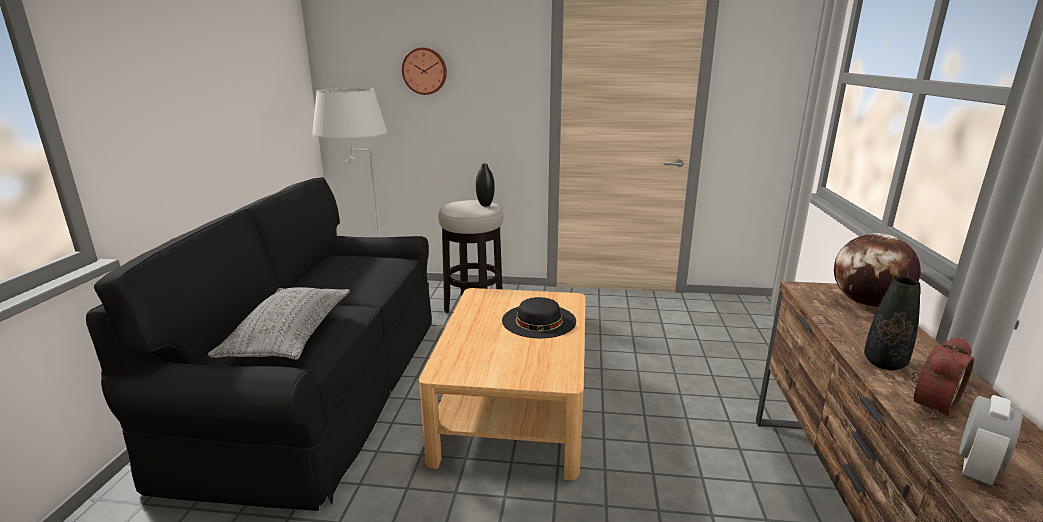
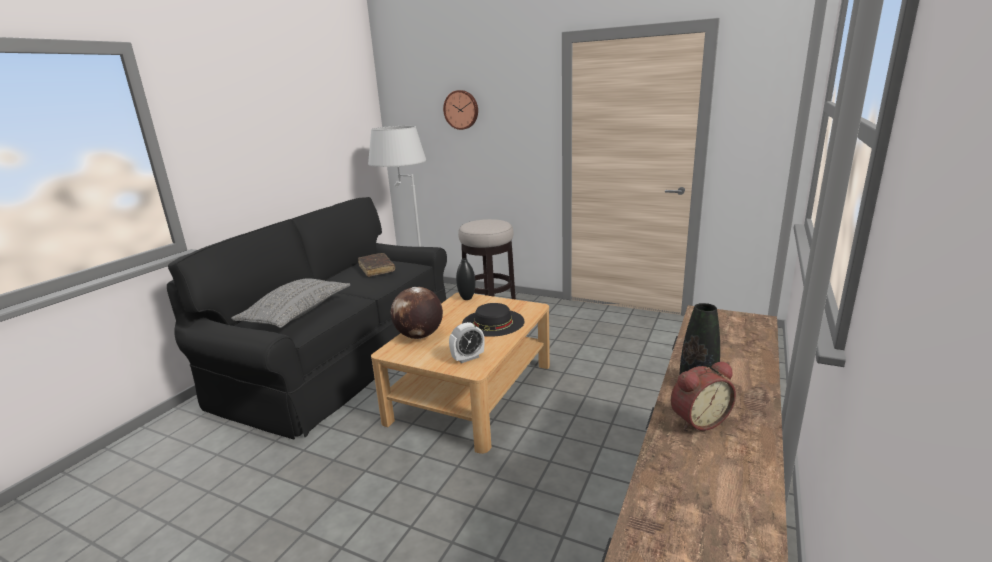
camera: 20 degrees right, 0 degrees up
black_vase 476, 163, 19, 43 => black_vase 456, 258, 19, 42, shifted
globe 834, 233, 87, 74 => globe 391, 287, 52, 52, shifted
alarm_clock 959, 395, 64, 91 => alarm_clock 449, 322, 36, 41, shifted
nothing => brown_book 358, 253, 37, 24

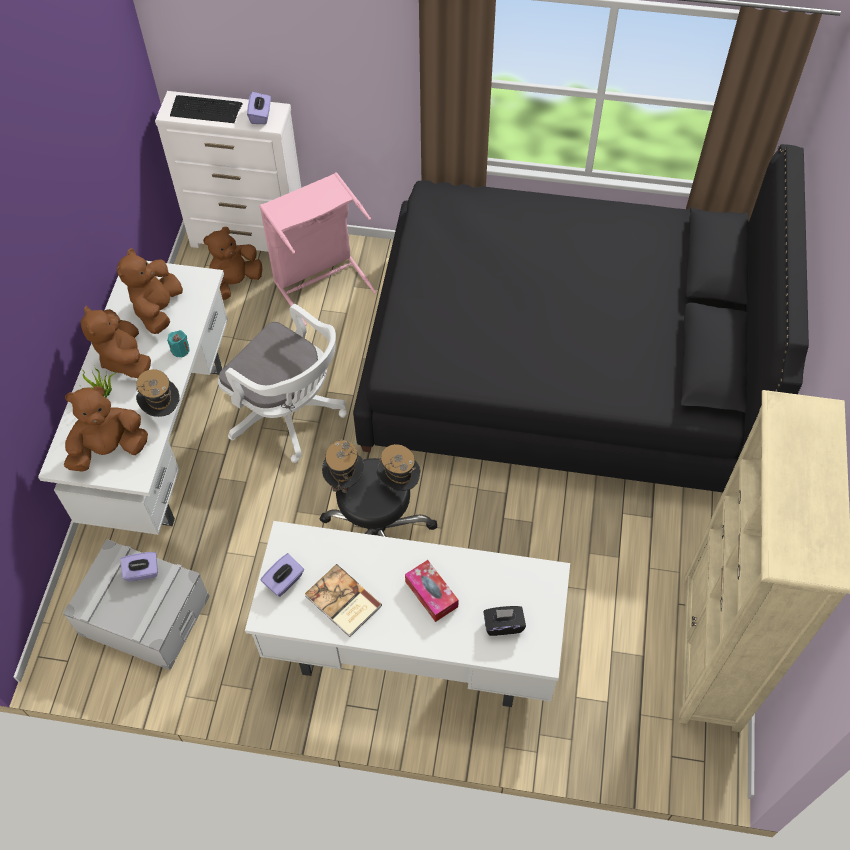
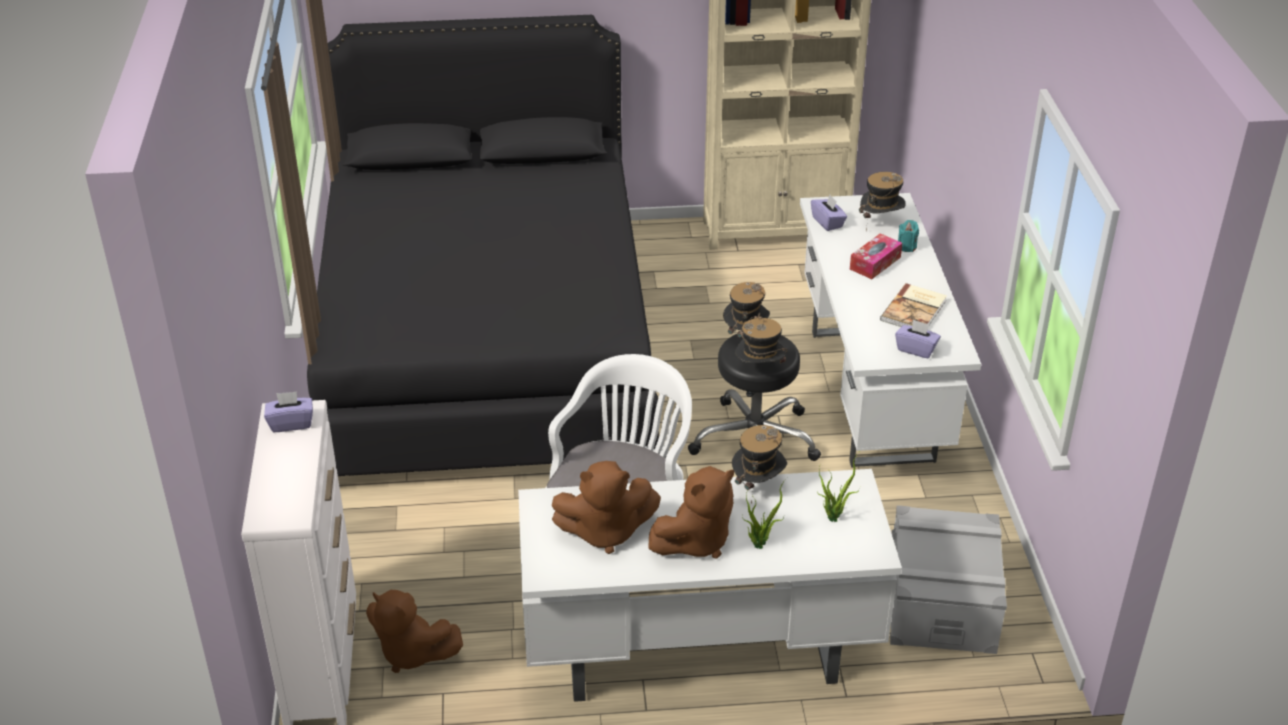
camera: 105 degrees left, 20 degrees down
keyboard 170, 95, 73, 28 => nothing
pink_laundry_basket 259, 172, 117, 154 => nothing
turquoise_candle 167, 330, 23, 28 => turquoise_candle 898, 220, 21, 32, shifted
brown_plush_toy 64, 386, 84, 86 => potted_plant 817, 452, 43, 70
purple_tissue_box 120, 552, 38, 29 => purple_tissue_box 811, 195, 36, 36, shifted
black_tissue_box 484, 606, 42, 30 => hat 859, 172, 47, 59

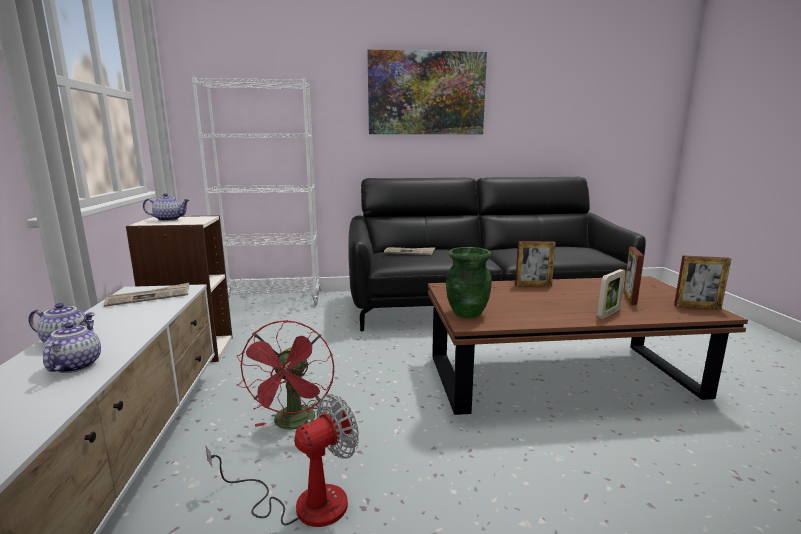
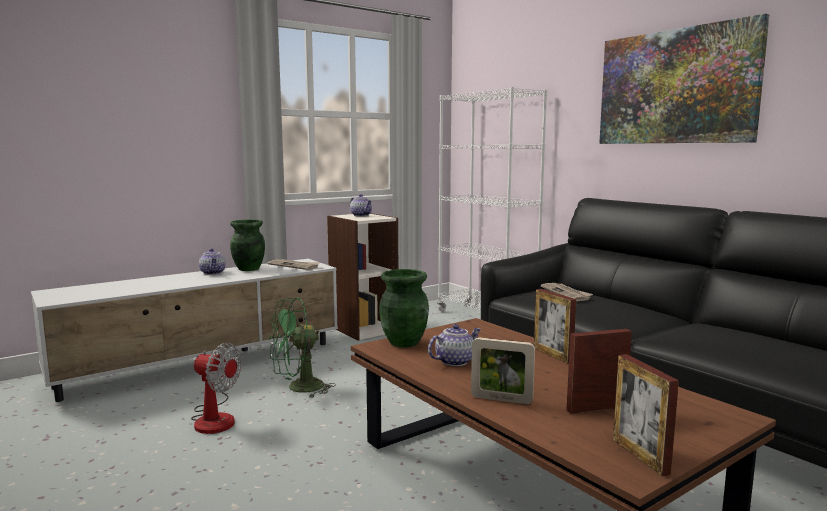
camera: 60 degrees right, 5 degrees down
teapot 43, 320, 58, 53 => teapot 428, 324, 53, 42, shifted
red_fan 237, 320, 97, 110 => green_fan 269, 297, 67, 101
nothing => green_vase 230, 219, 35, 52

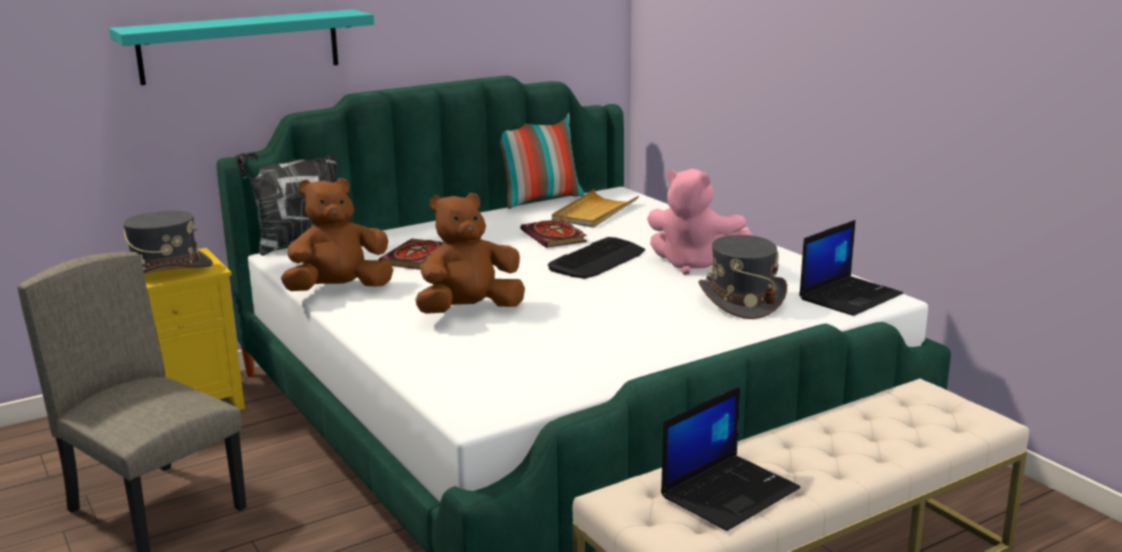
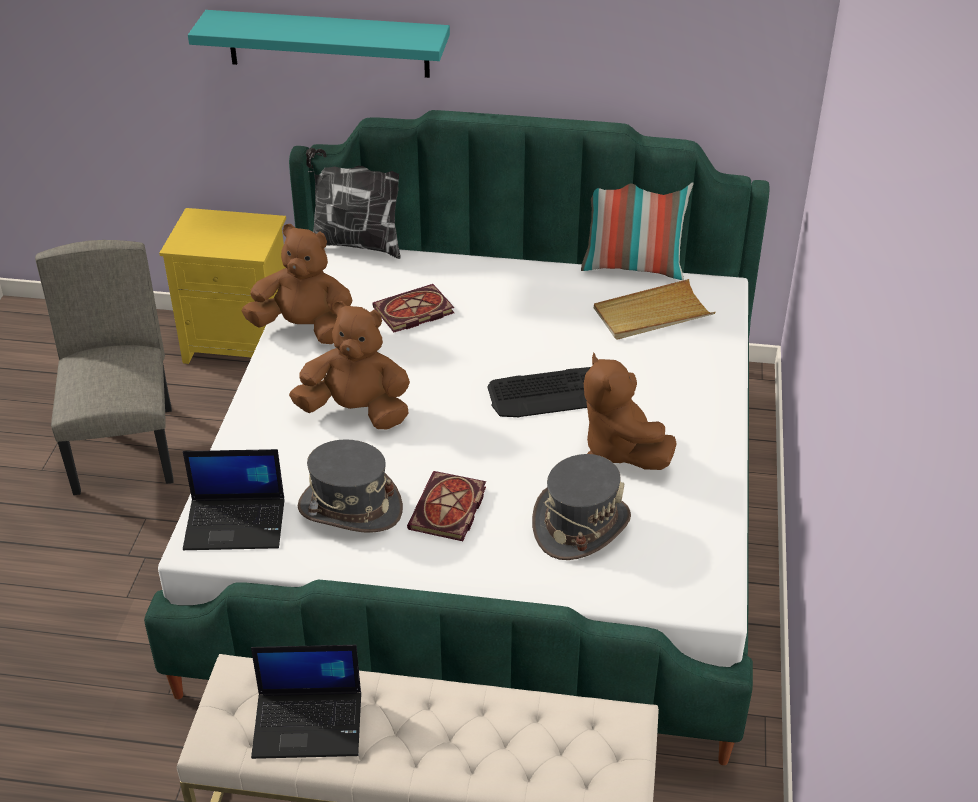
camera: 40 degrees right, 20 degrees up
pink_plush_toy 647, 169, 106, 106 => brown_plush_toy 584, 353, 93, 117
grey_hat 123, 211, 90, 63 => grey_hat 298, 439, 105, 94, shifted
book 520, 219, 67, 29 => book 407, 471, 79, 70, shifted
laptop 799, 220, 104, 96 => laptop 183, 449, 102, 101, shifted

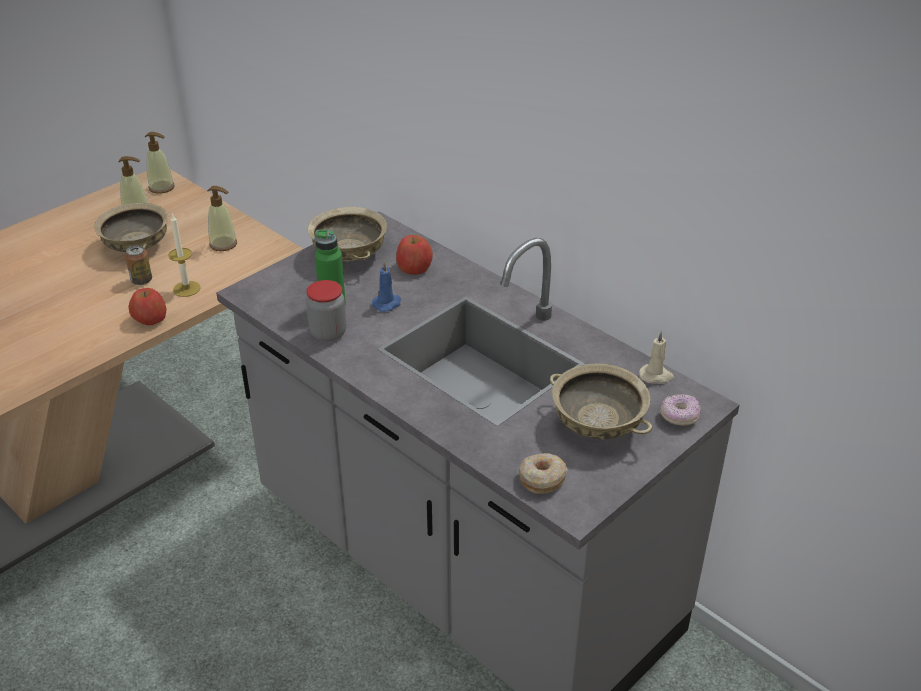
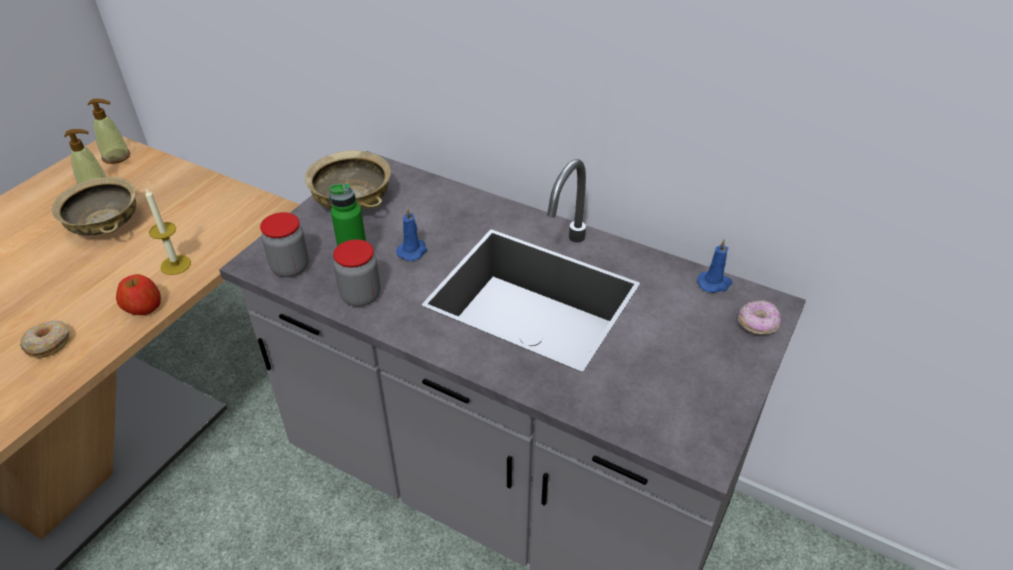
camera: 15 degrees left, 5 degrees up
soap_dispenser 207, 186, 30, 65 => nothing
apple 396, 235, 37, 40 => nothing
can 125, 245, 27, 40 => nothing
beige_candle 639, 331, 35, 53 => blue_candle 697, 239, 35, 54
beige_bowl 550, 363, 102, 77 => nothing
donut 519, 453, 49, 41 => donut 20, 321, 49, 37, shifted
nothing => jar 260, 212, 49, 65

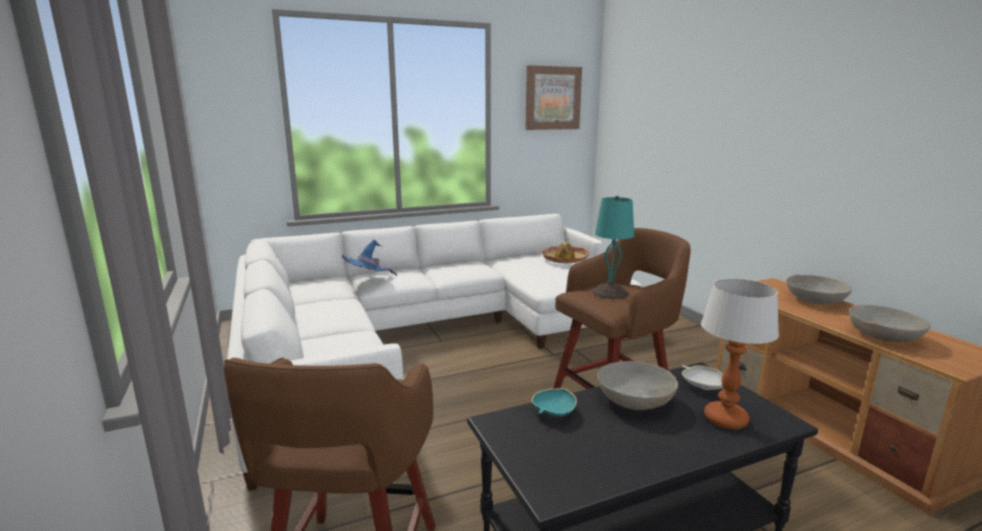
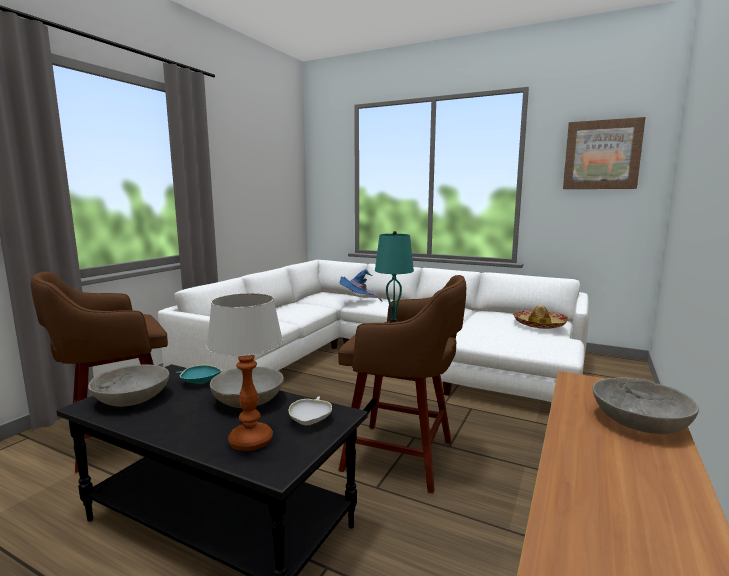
camera: 50 degrees right, 5 degrees down
grey_bowl 849, 305, 82, 37 => grey_bowl 88, 364, 81, 43, shifted

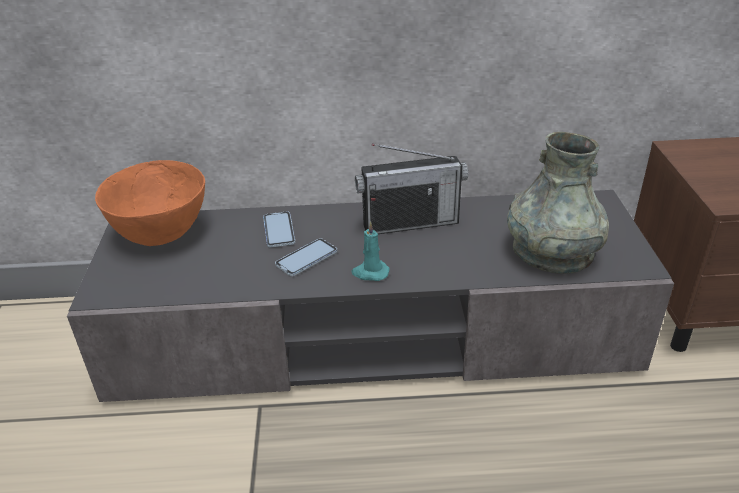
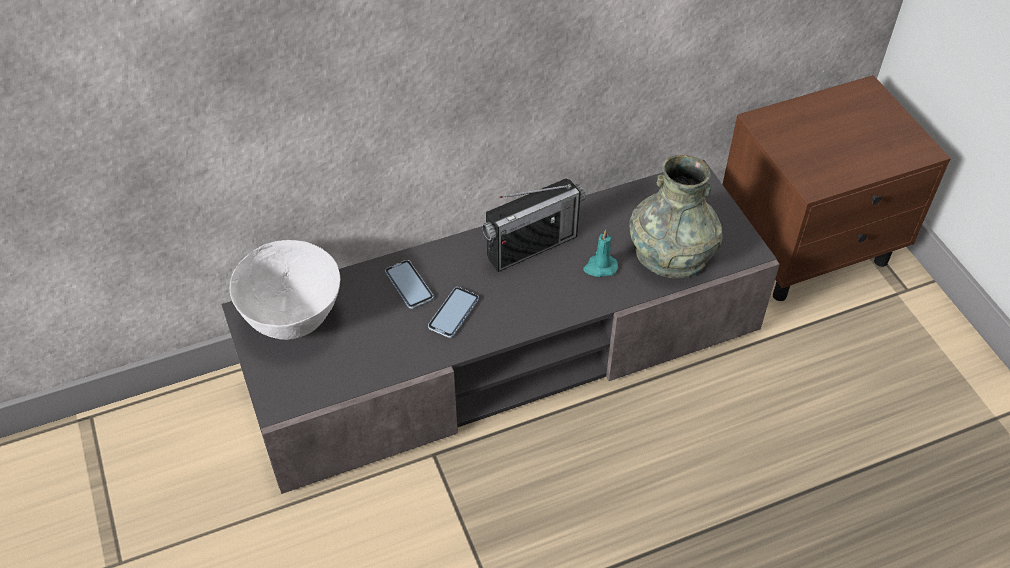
camera: 20 degrees left, 15 degrees up
orange_bowl 95, 160, 110, 86 => white_bowl 230, 240, 110, 100
turquoise_candle 351, 221, 39, 60 => turquoise_candle 583, 229, 35, 48, shifted

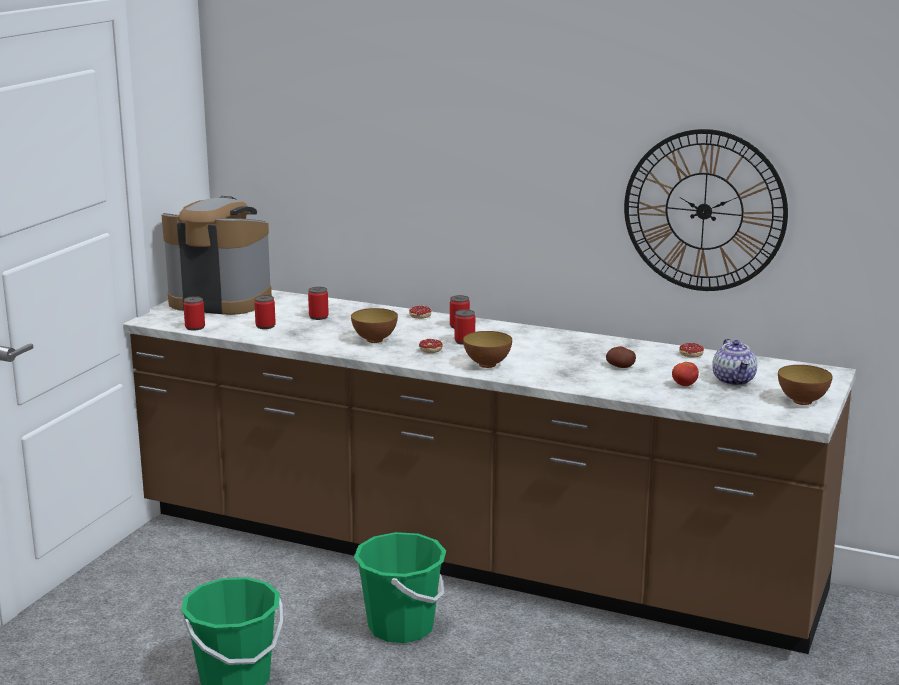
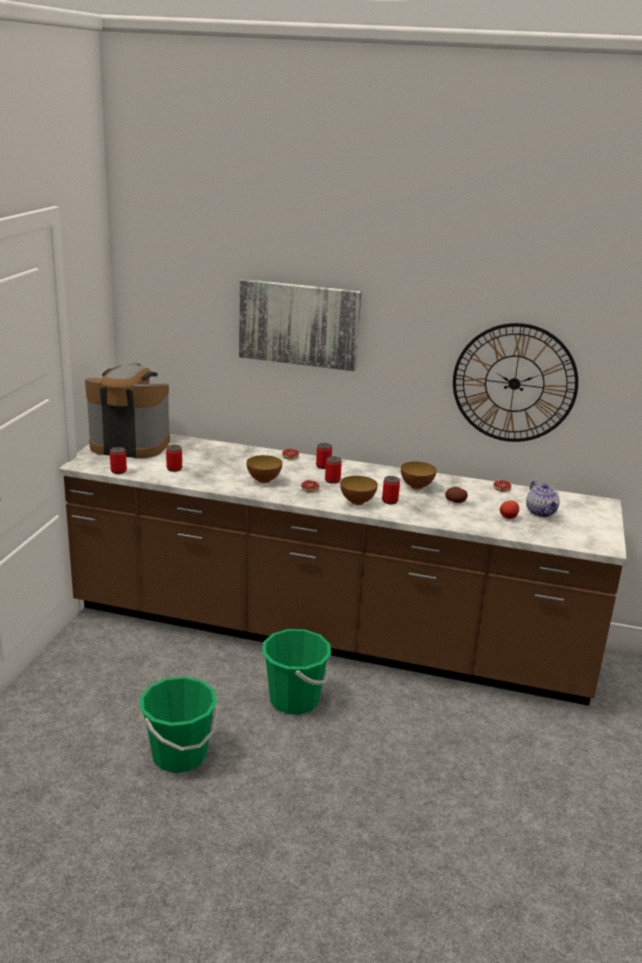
camera: 10 degrees left, 5 degrees up
can 308, 287, 21, 33 => can 382, 476, 18, 28, shifted
bowl 778, 365, 54, 40 => bowl 401, 462, 36, 28, shifted
nothing => picture 239, 279, 123, 92

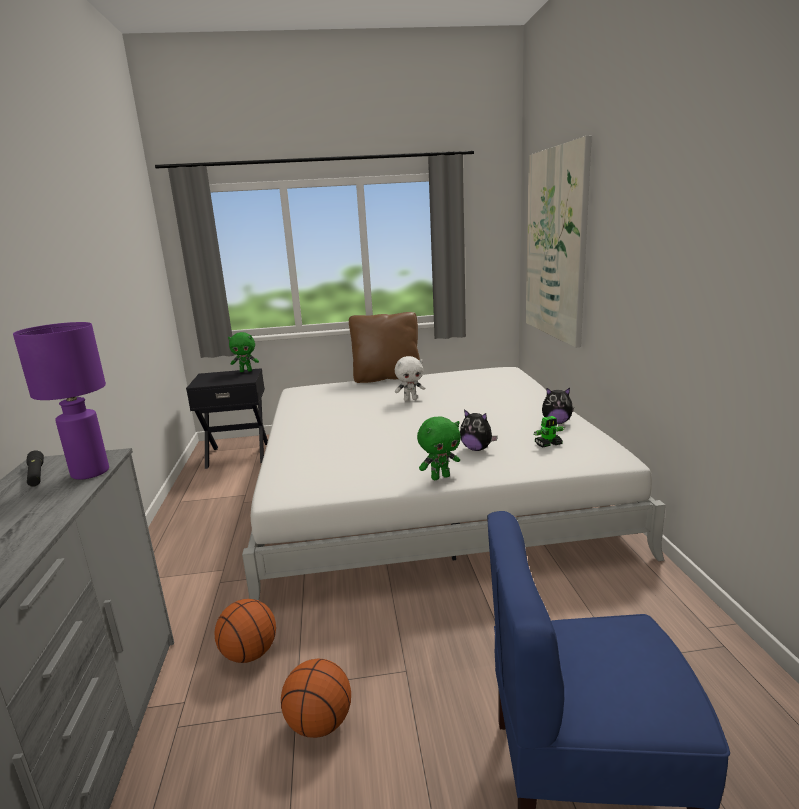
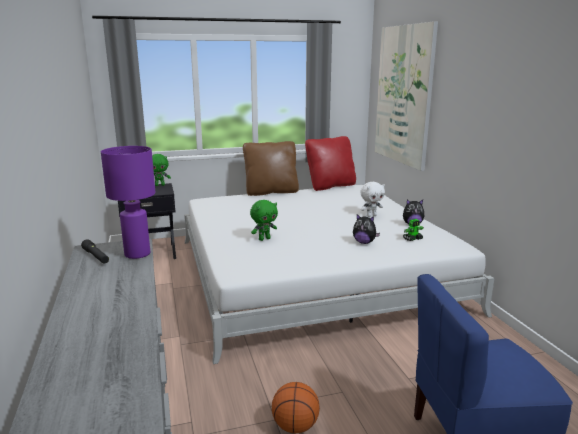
camera: 10 degrees left, 0 degrees up
white_plush_toy 395, 356, 30, 45 => white_plush_toy 361, 182, 24, 35, shifted
green_plush_toy 417, 416, 44, 64 => green_plush_toy 250, 200, 28, 41, shifted
basketball 215, 599, 61, 64 => nothing
nothing => red_pillow 305, 136, 51, 55

